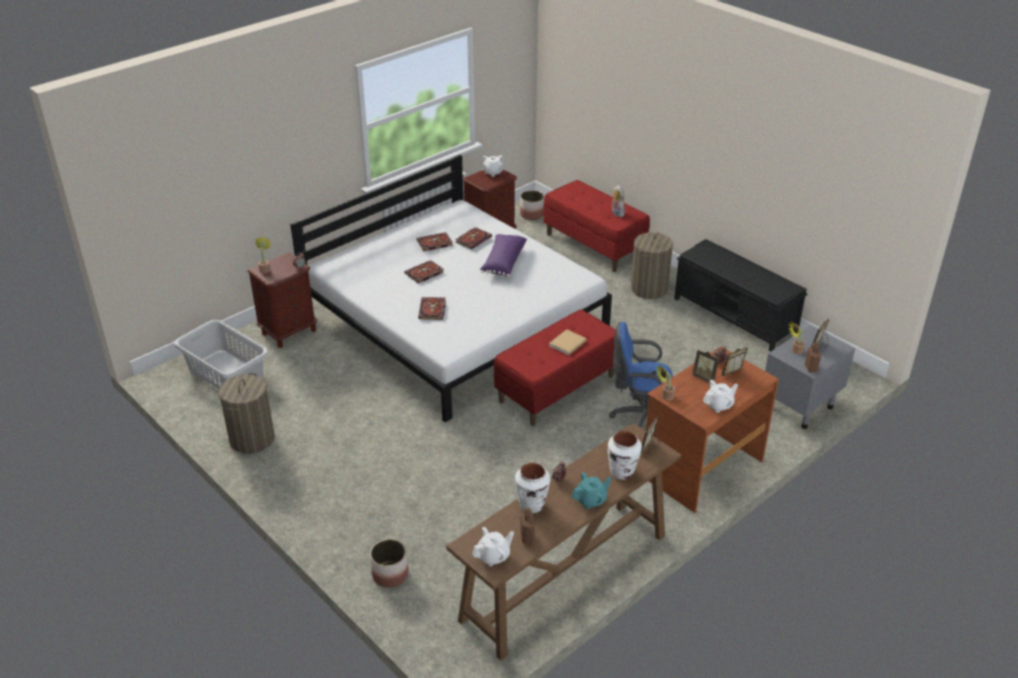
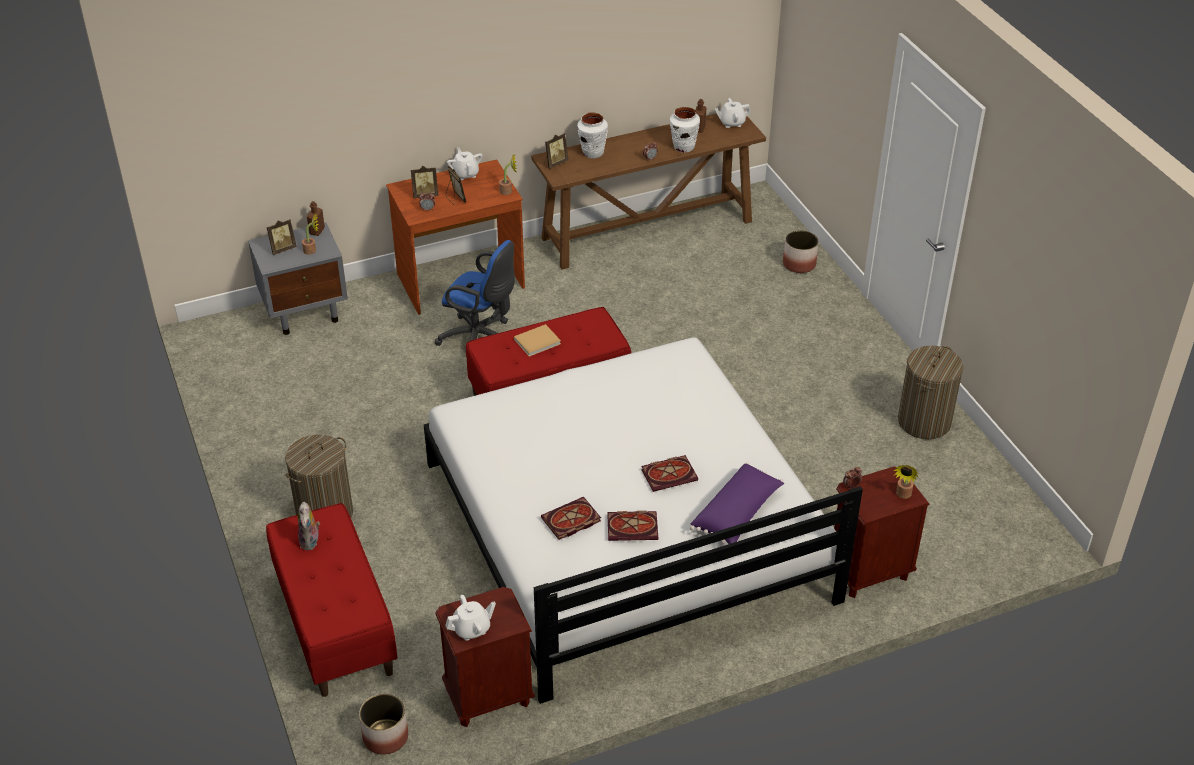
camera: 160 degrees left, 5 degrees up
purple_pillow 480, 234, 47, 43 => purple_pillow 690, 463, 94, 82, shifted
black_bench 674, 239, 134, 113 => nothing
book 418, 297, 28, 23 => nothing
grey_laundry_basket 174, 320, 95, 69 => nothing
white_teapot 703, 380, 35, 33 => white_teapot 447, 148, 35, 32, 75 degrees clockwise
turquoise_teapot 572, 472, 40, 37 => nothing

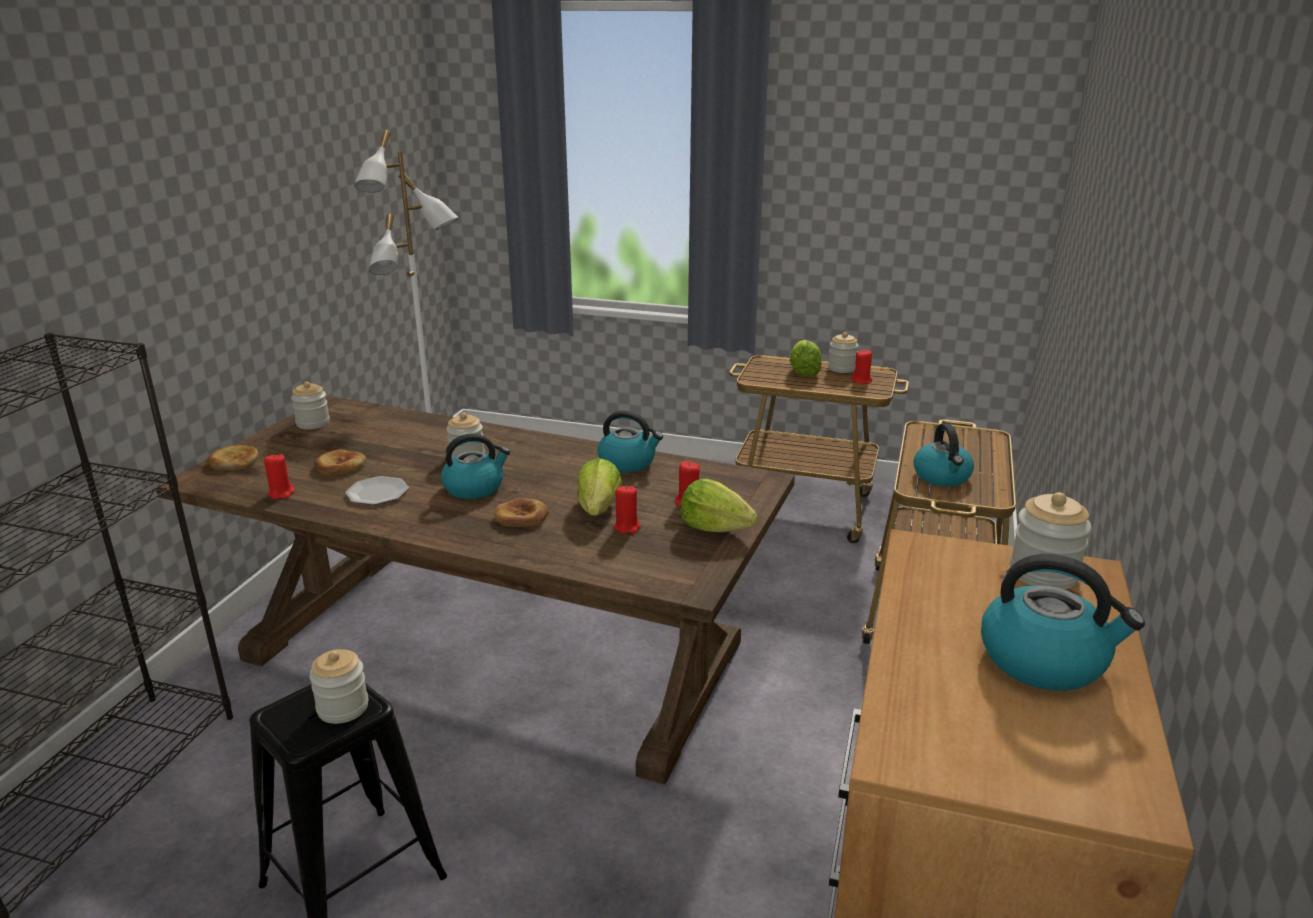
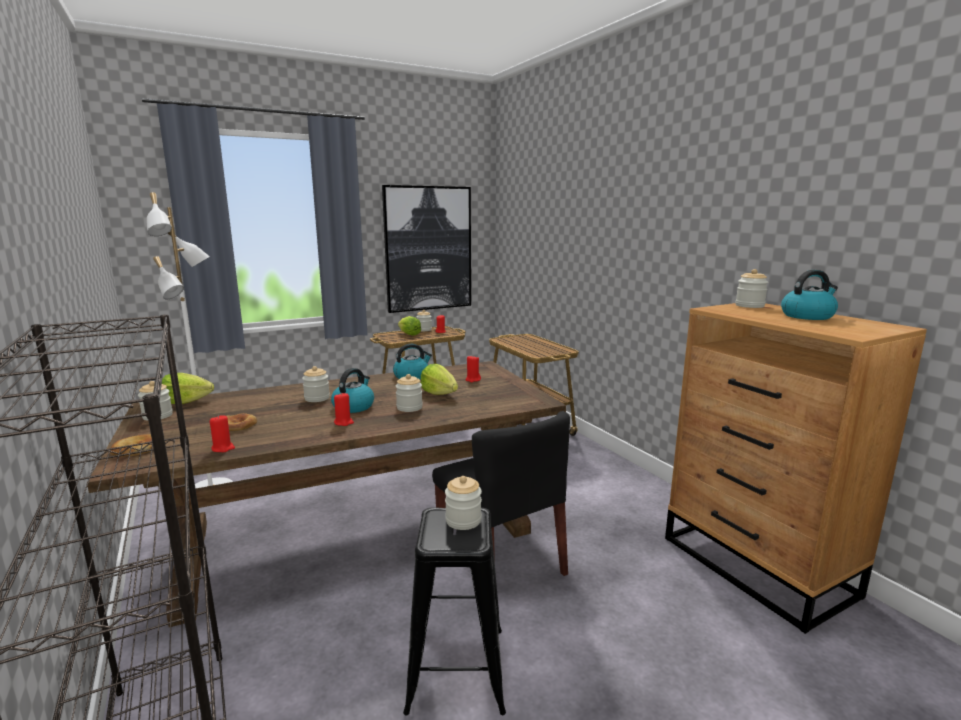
camera: 45 degrees left, 10 degrees down
kettle 913, 423, 61, 63 => nothing
plate 345, 476, 64, 29 => nothing
lettuce 680, 479, 78, 53 => lettuce 162, 373, 52, 31, shifted
red_candle 614, 485, 27, 49 => red_candle 334, 392, 20, 34, shifted
bread 494, 498, 55, 29 => jar 396, 374, 27, 38
nothing => picture 382, 185, 89, 128
nothing => black_chair 432, 411, 138, 165

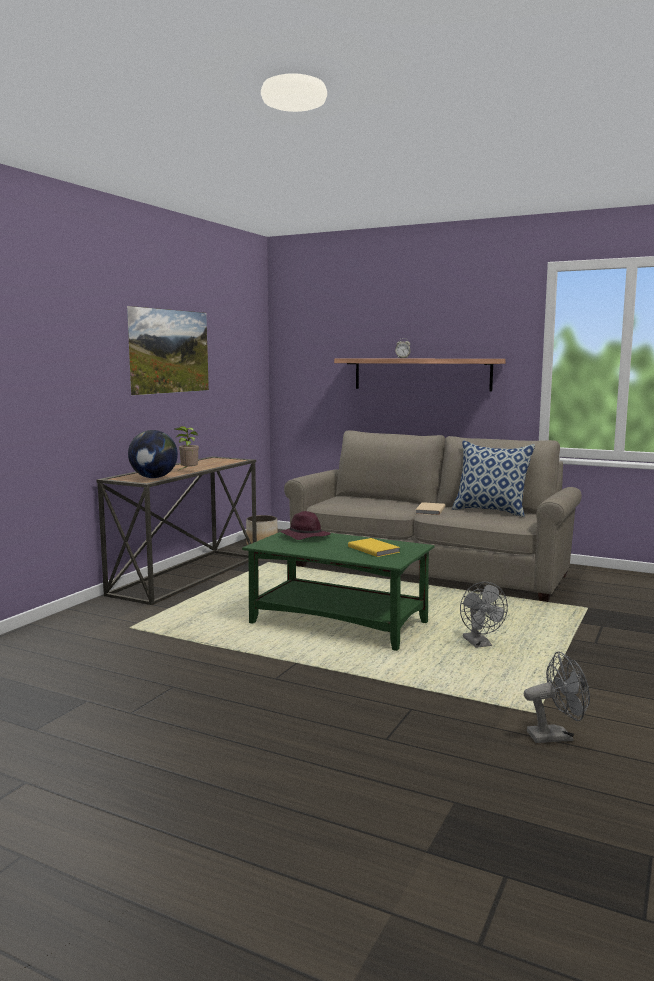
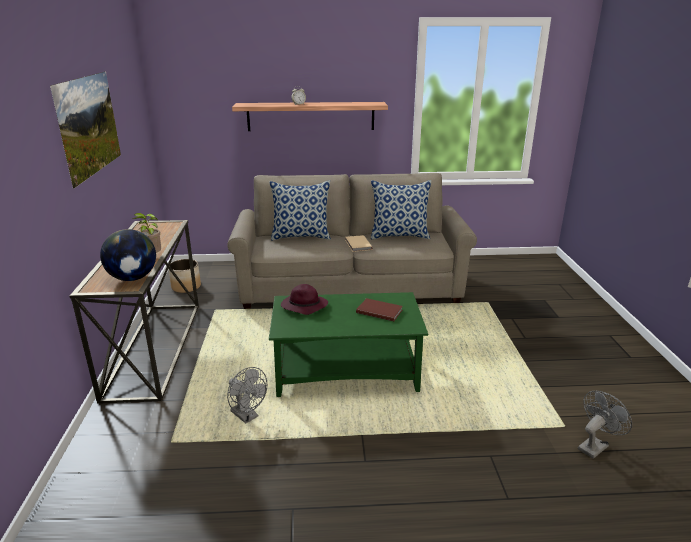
camera: 30 degrees left, 15 degrees up
yellow_book 348, 538, 52, 19 => brown_book 356, 298, 47, 23
grey_fan 460, 582, 48, 66 => grey_fan 227, 367, 40, 57, shifted
nothing => pillow 270, 180, 61, 61

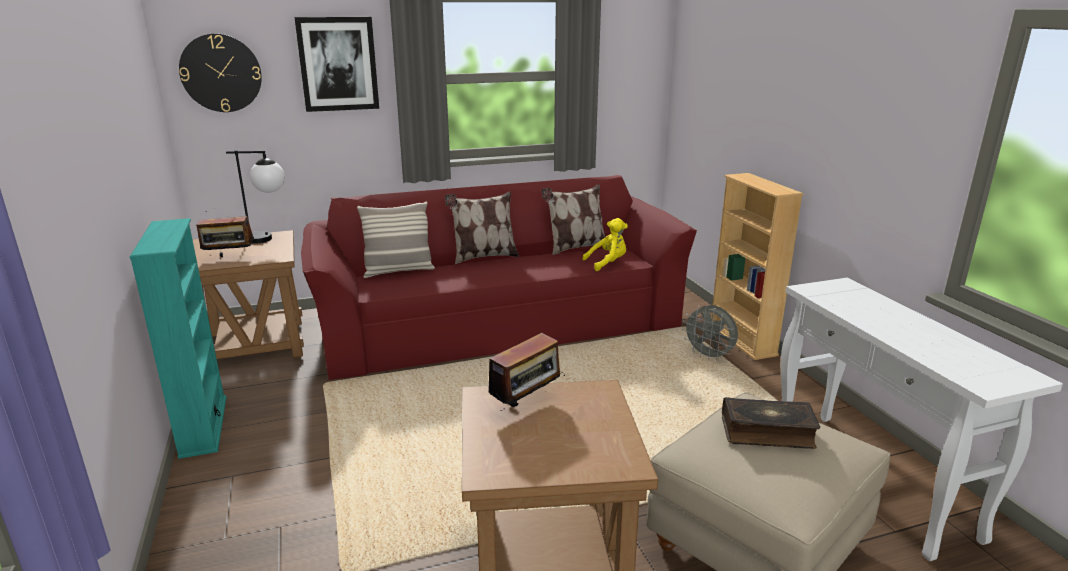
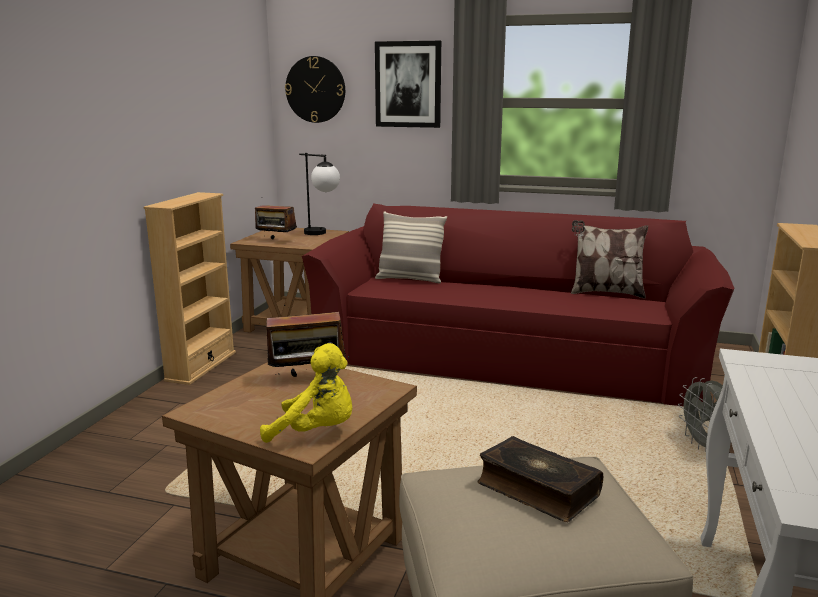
camera: 35 degrees right, 5 degrees down
pillow 445, 191, 74, 73 => nothing
turquoise_bookcase 130, 218, 96, 241 => beige_bookcase 144, 192, 92, 193
yellow_plush_toy 582, 218, 46, 53 => yellow_plush_toy 260, 343, 92, 100, shifted

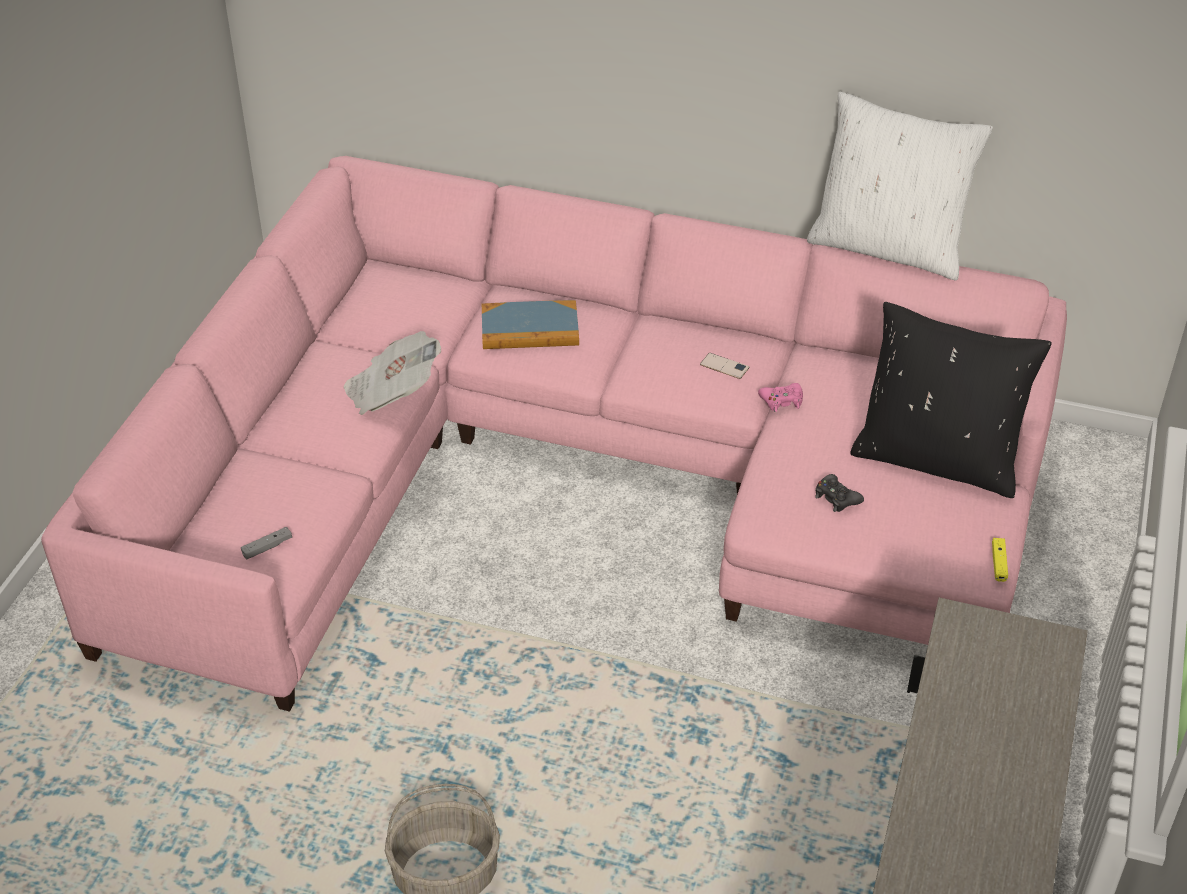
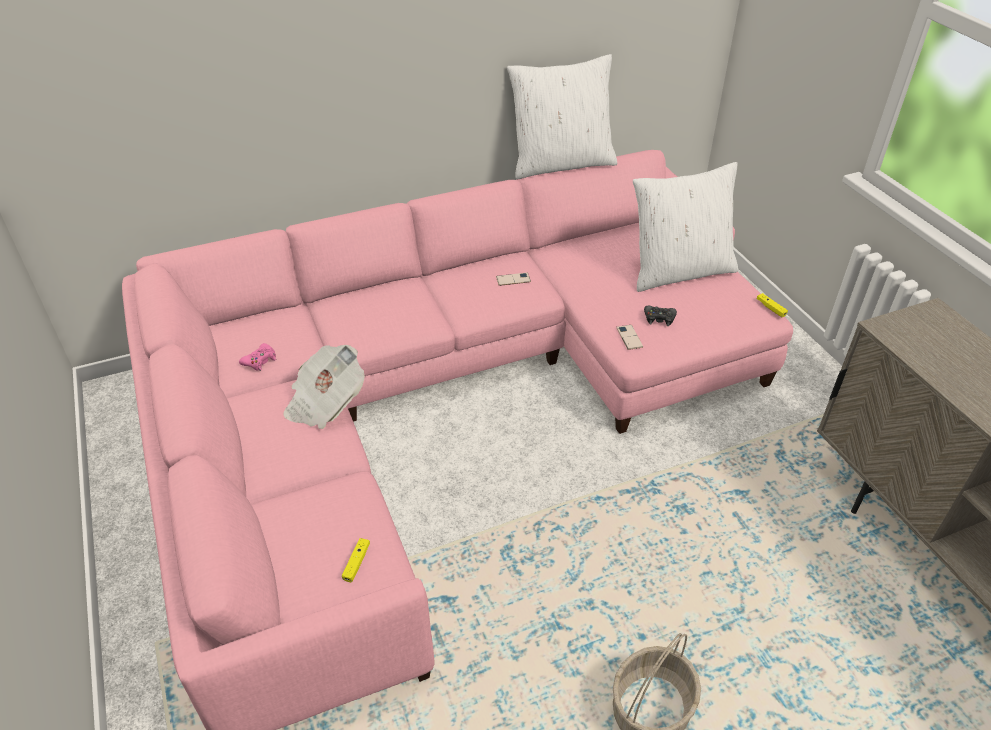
camera: 40 degrees left, 0 degrees up
book 482, 300, 97, 49 => nothing
black_pillow 850, 302, 202, 196 => white_pillow 633, 162, 105, 130
pink_game_controller 758, 383, 45, 29 => pink_game_controller 239, 343, 37, 28, shifted
grey_game_controller 241, 527, 51, 32 => yellow_game_controller 342, 538, 28, 44
nothing => phone 616, 325, 27, 25

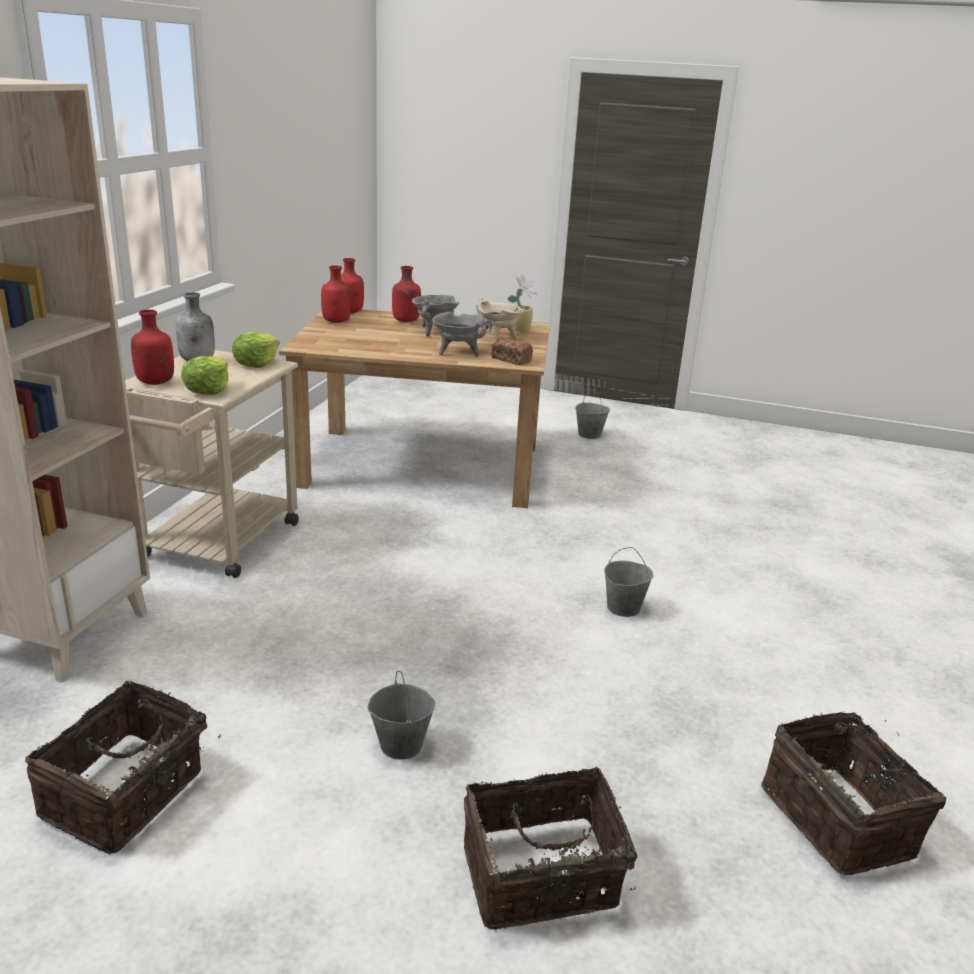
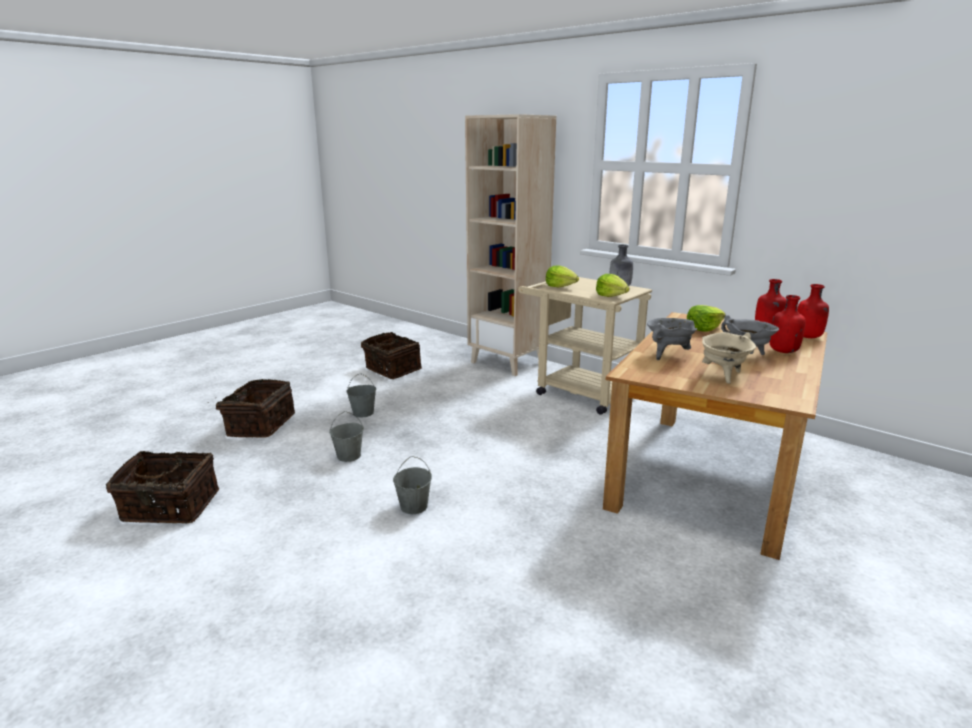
camera: 115 degrees right, 5 degrees down
potted_plant 507, 273, 30, 59 => nothing
red_bottle 131, 309, 43, 76 => nothing
bread 491, 338, 42, 27 => nothing
grey_bucket 575, 390, 35, 49 => grey_bucket 329, 411, 35, 51, shifted
nothing => lettuce 687, 305, 39, 27

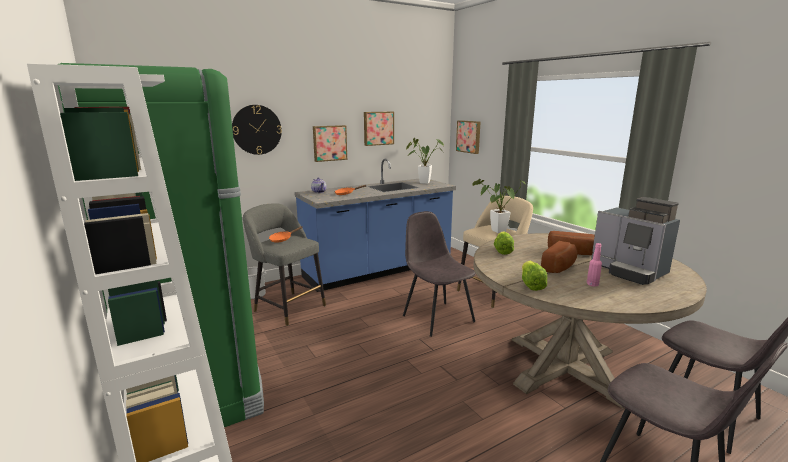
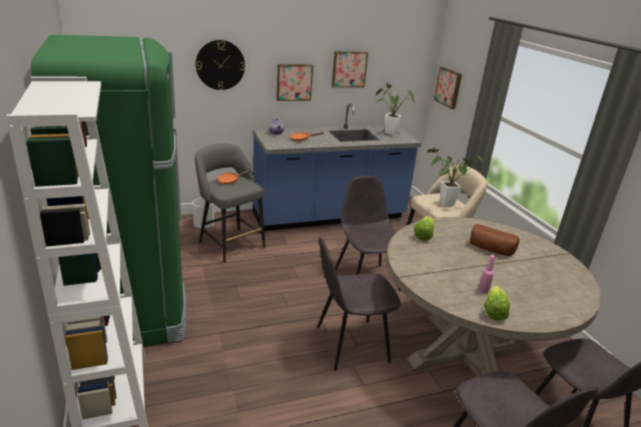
camera: 10 degrees right, 10 degrees up
coffee_machine 591, 197, 89, 88 => nothing
bread 541, 241, 36, 32 => nothing
lettuce 522, 261, 25, 30 => lettuce 484, 286, 26, 34, shifted
nothing => grey_chair 317, 237, 84, 134

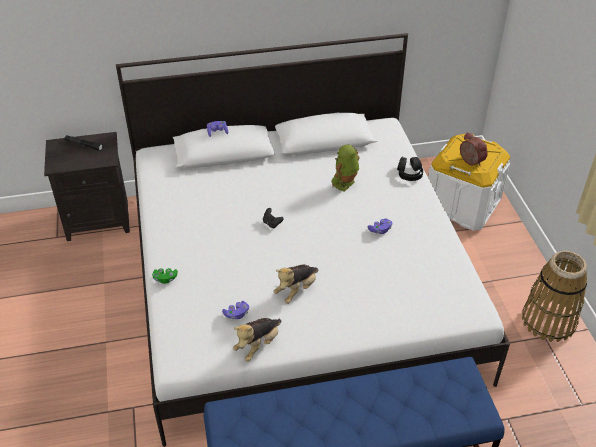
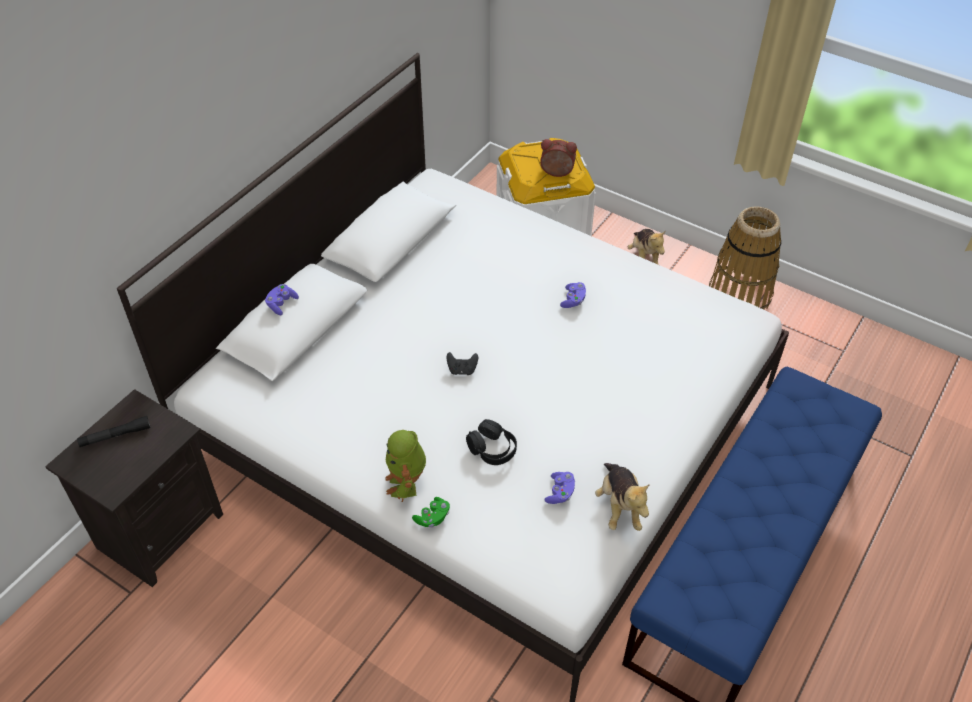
camera: 45 degrees left, 5 degrees up
toy_robot 331, 145, 29, 47 => toy_robot 385, 430, 41, 72, shifted
black_headphones 397, 156, 26, 25 => black_headphones 466, 419, 51, 46, shifted
plush_toy 273, 264, 45, 40 => plush_toy 628, 229, 38, 36, shifted

